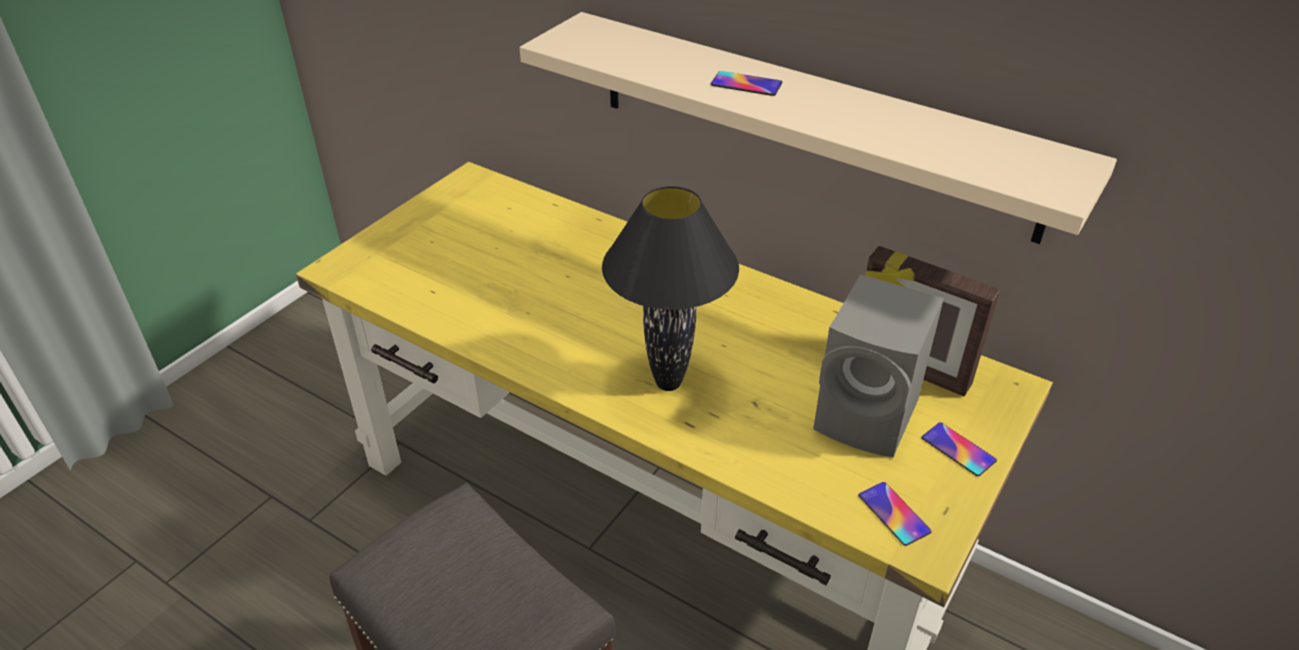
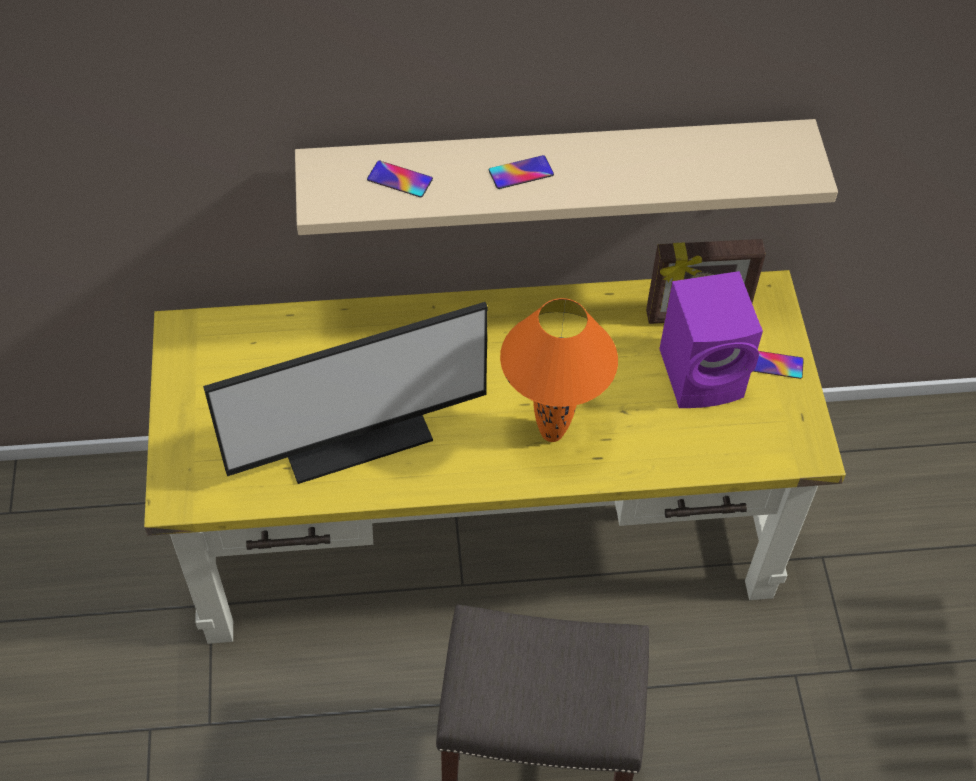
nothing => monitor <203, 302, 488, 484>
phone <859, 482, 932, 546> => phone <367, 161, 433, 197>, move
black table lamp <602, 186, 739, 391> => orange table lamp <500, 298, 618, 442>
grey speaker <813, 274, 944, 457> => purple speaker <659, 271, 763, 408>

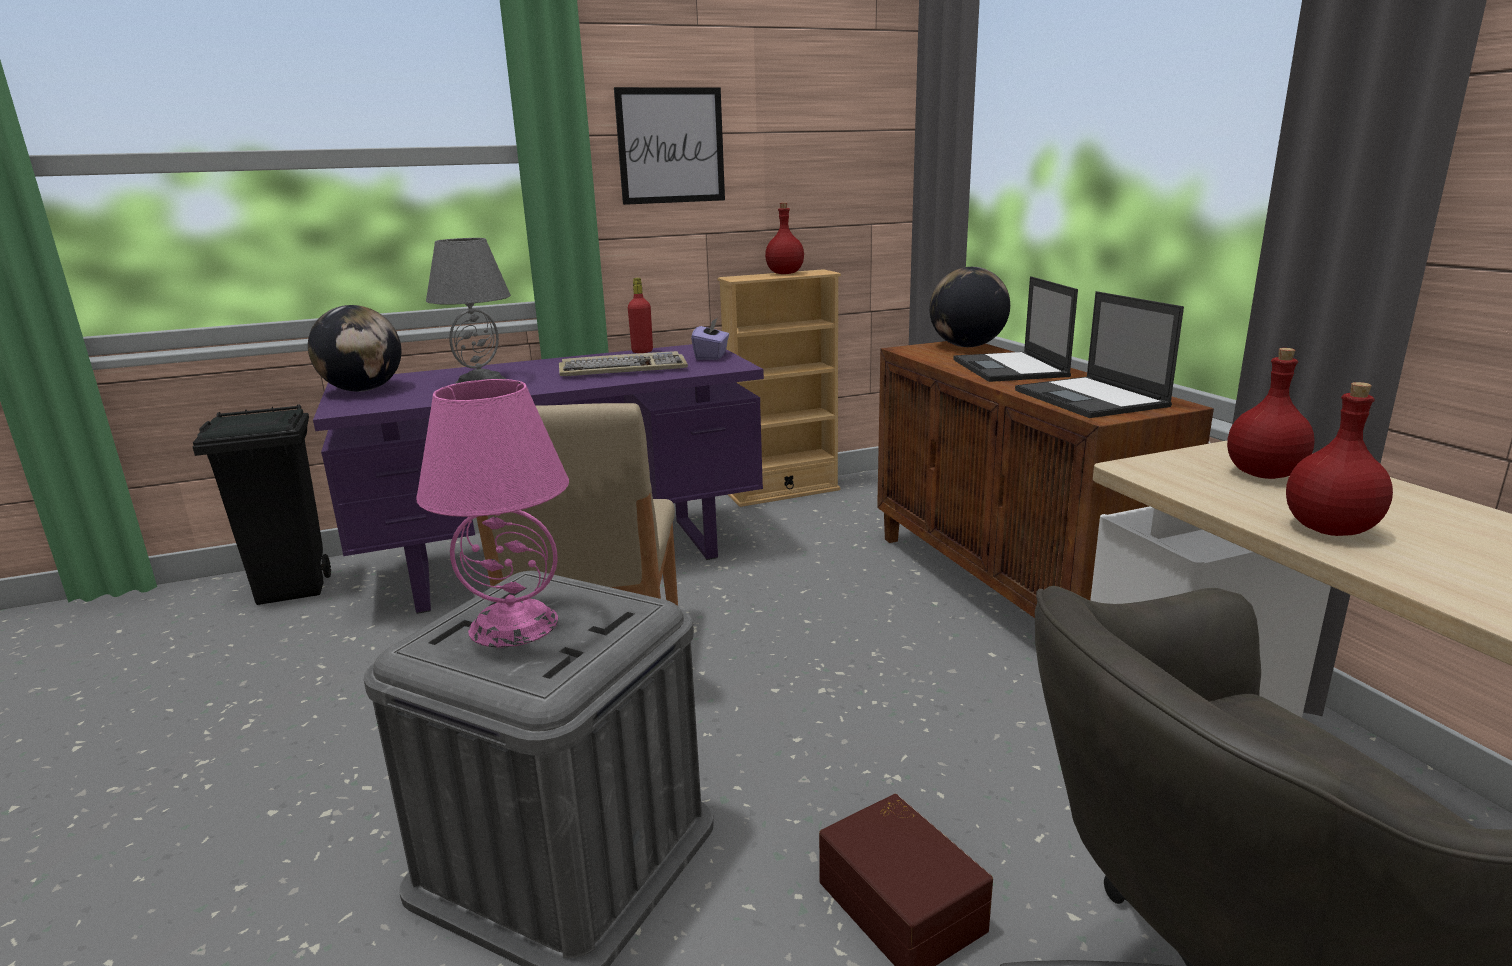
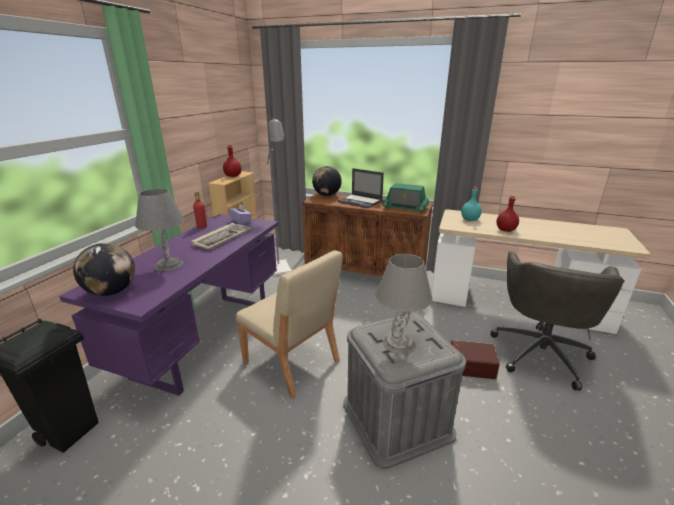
picture <614, 87, 725, 205> => nothing
nothing => grey floor lamp <267, 117, 292, 276>
laptop <1015, 291, 1184, 418> => radio <382, 183, 429, 213>
pink table lamp <416, 379, 569, 647> => grey table lamp <376, 254, 432, 354>
red bottle <1227, 348, 1315, 479> => turquoise bottle <461, 187, 482, 221>

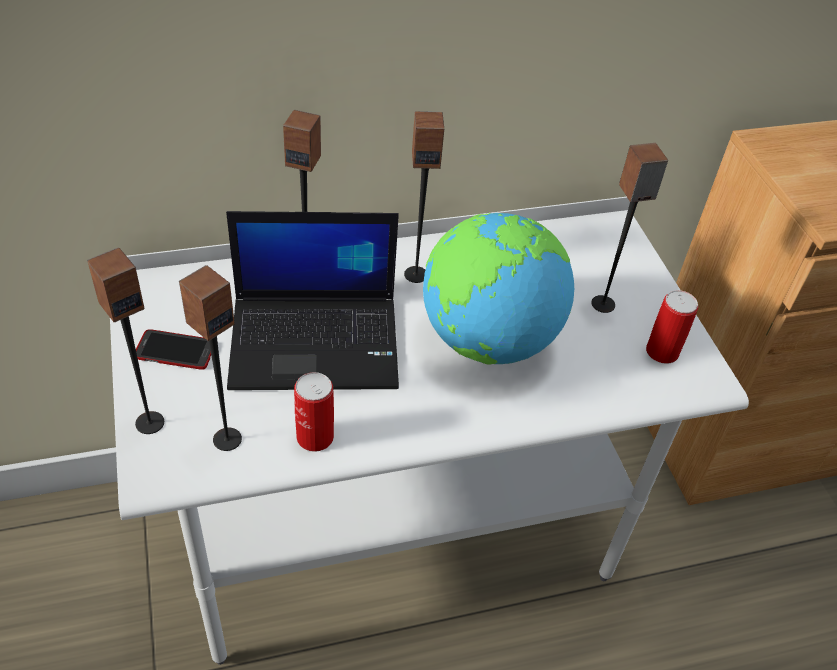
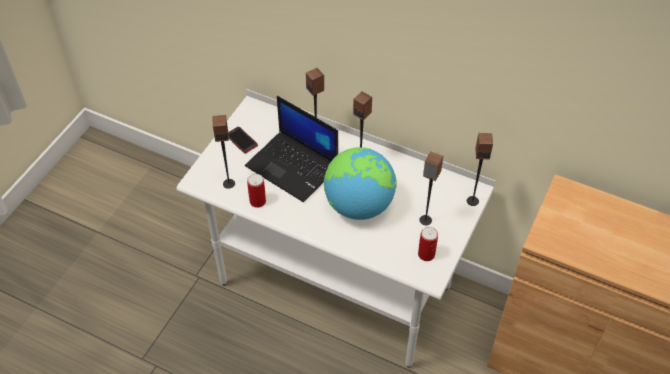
speaker <87, 247, 164, 434> => speaker <467, 133, 493, 206>, move

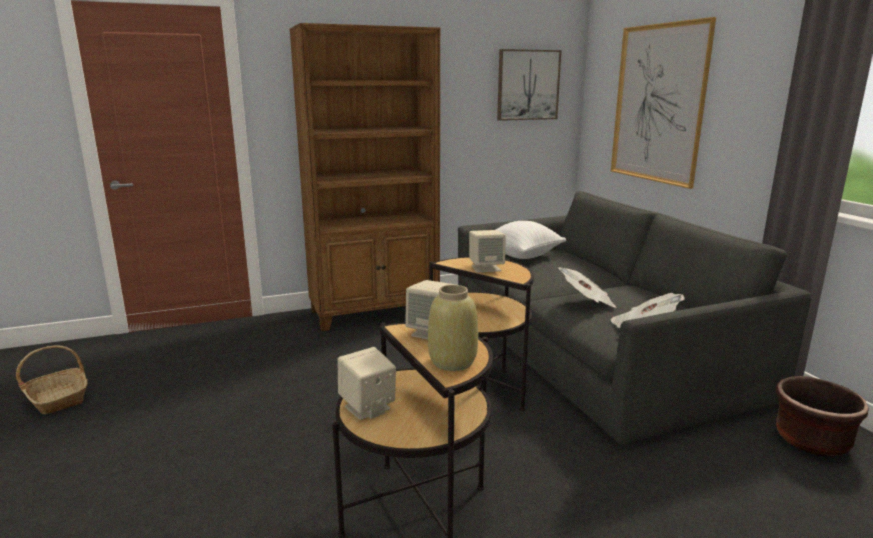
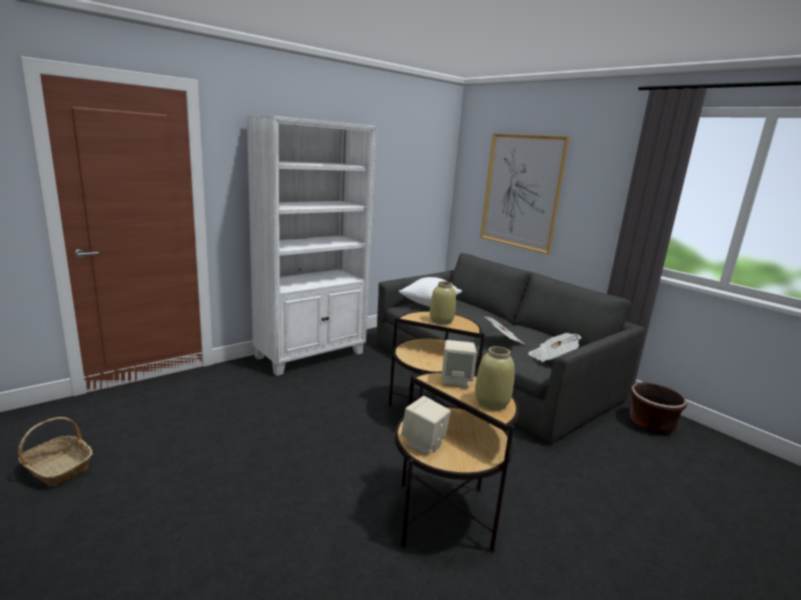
picture <497, 49, 562, 121> => nothing
beige speaker <469, 230, 505, 273> => beige vase <430, 281, 456, 325>
brown bookcase <289, 23, 440, 331> => white bookcase <247, 115, 377, 376>

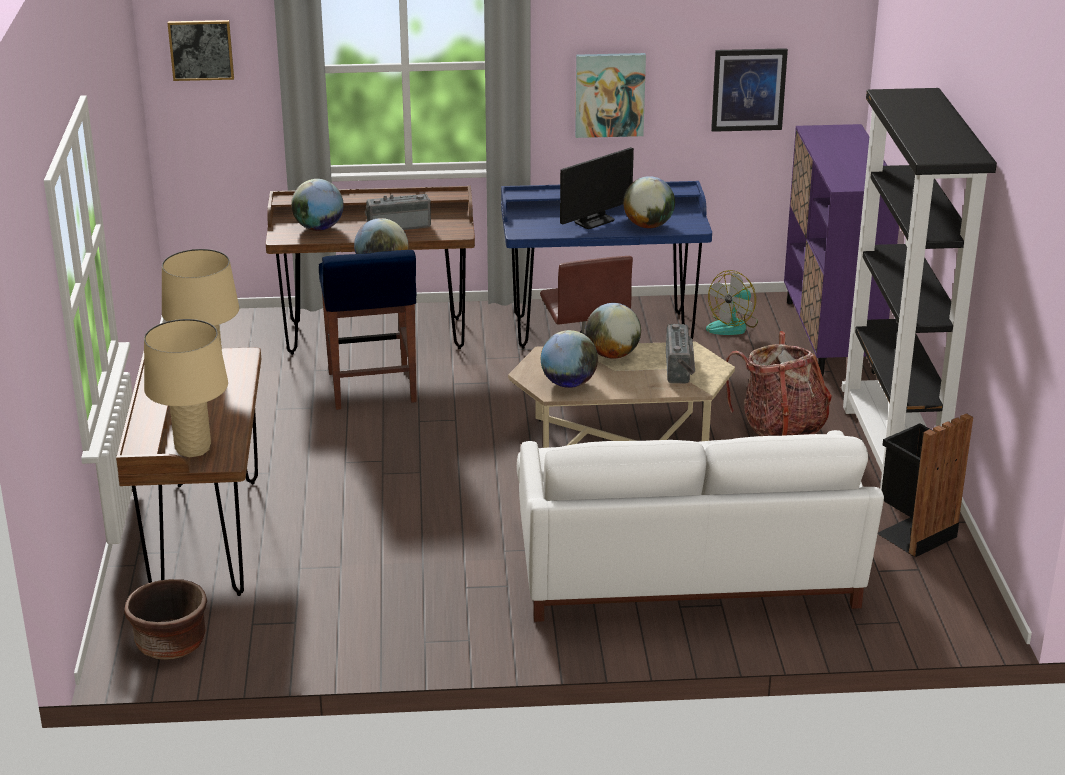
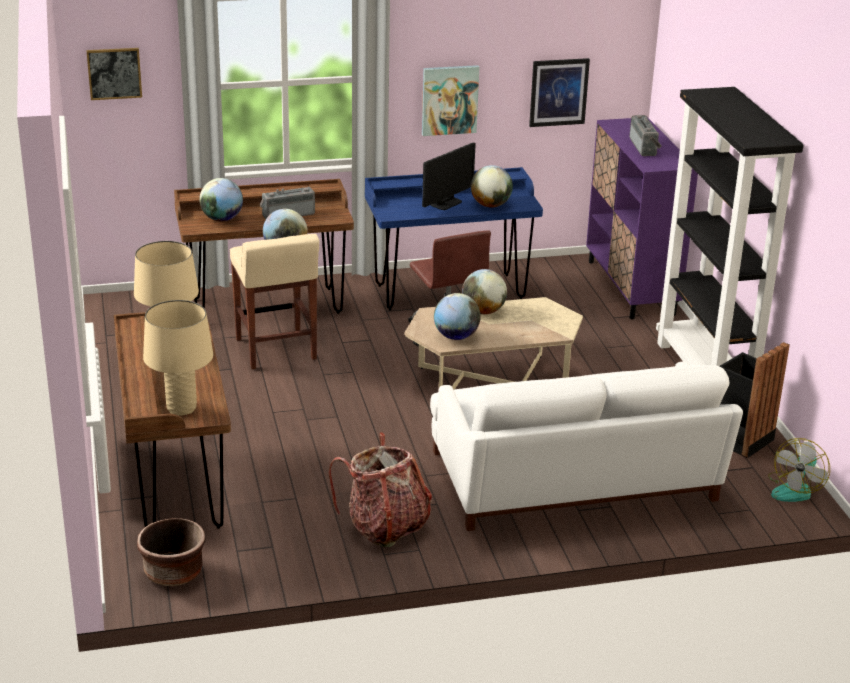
radio <666, 324, 695, 383> => radio <629, 115, 662, 156>, move
fan <706, 270, 758, 335> => fan <768, 438, 830, 502>, move
backpack <726, 331, 832, 436> => backpack <329, 432, 432, 547>, move
blue stool <319, 250, 417, 410> => beige stool <230, 234, 319, 369>

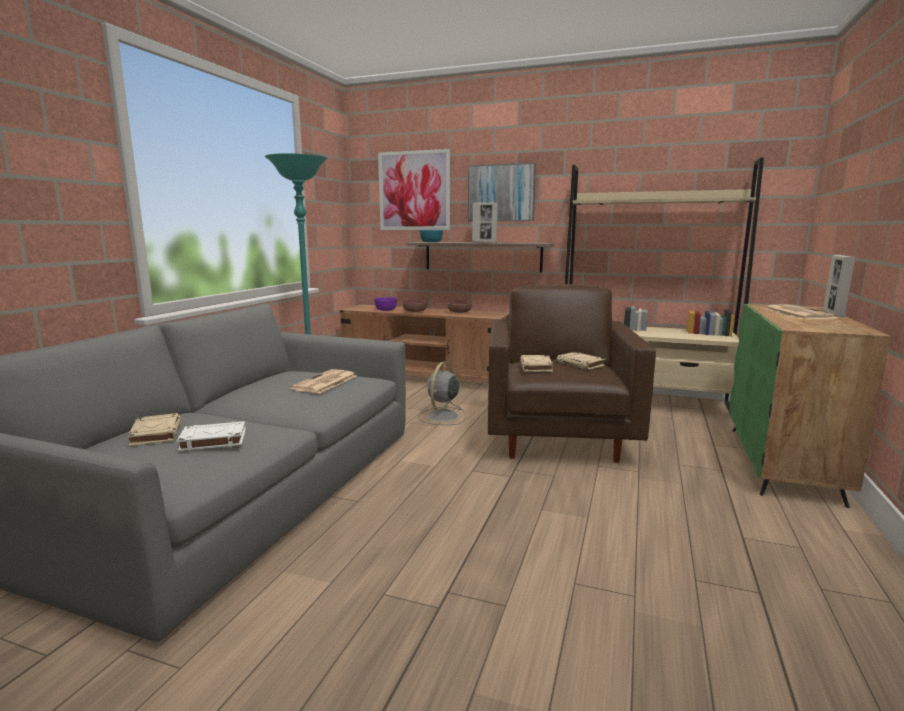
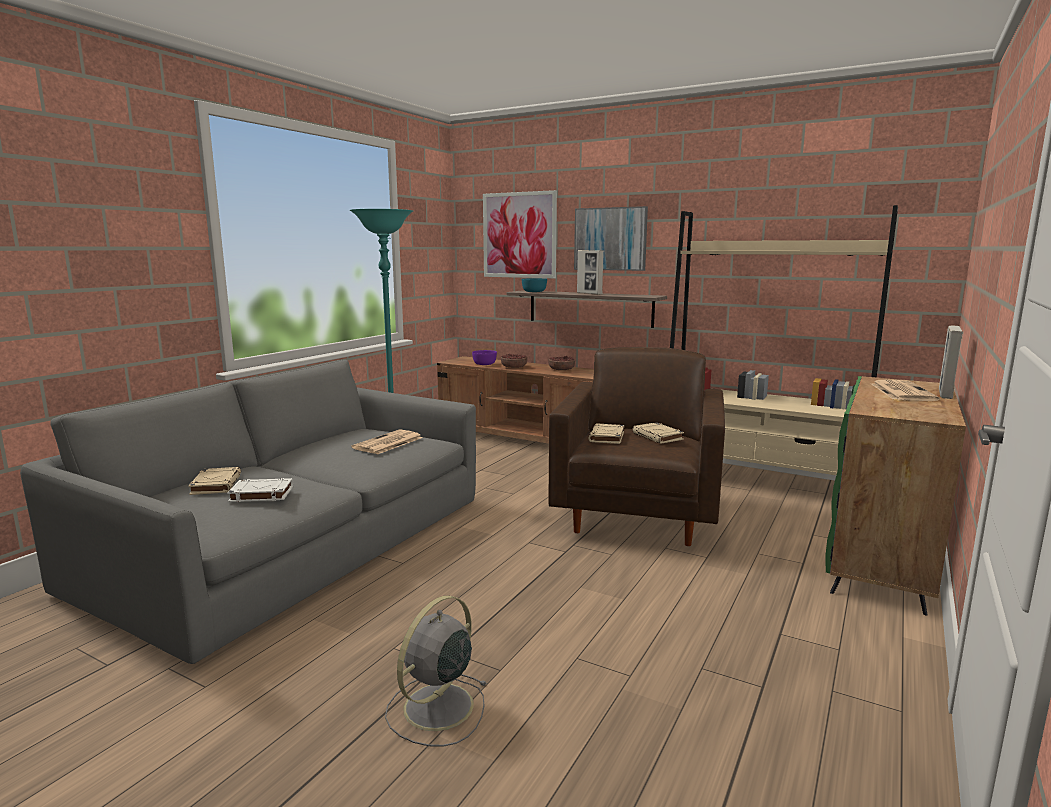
grey fan <418, 362, 466, 425> => grey fan <385, 595, 487, 747>, move

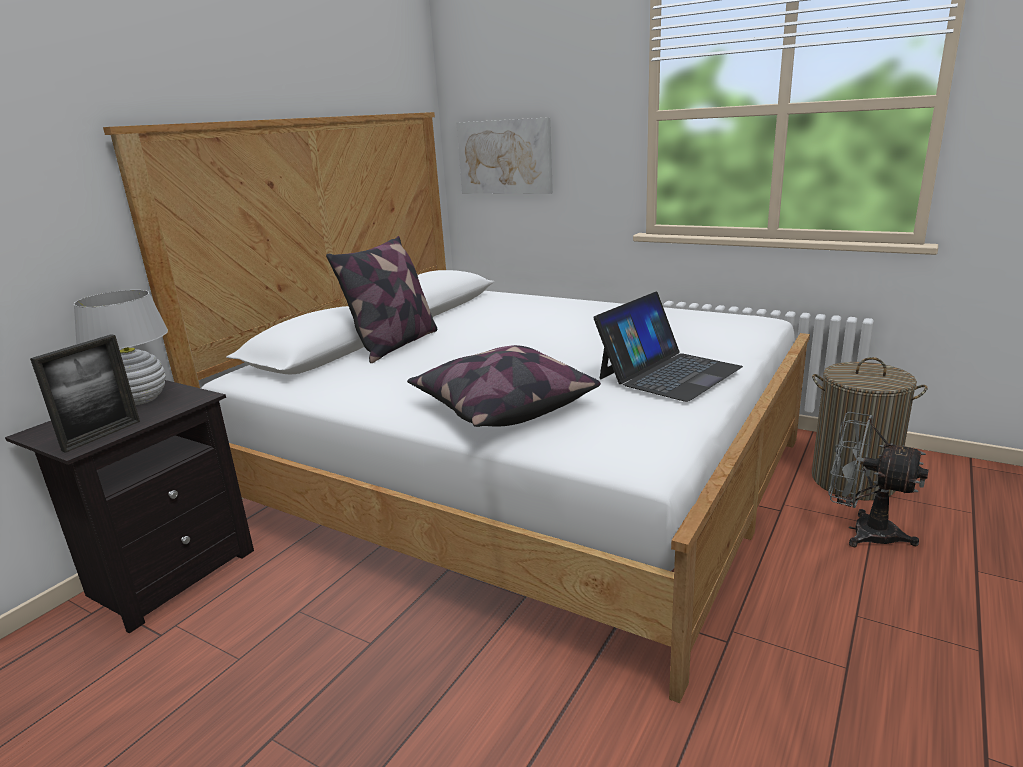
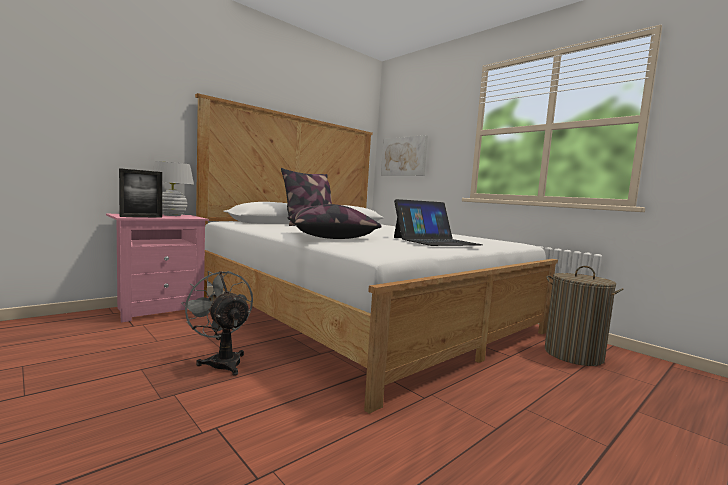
grey fan <828, 412, 929, 547> => grey fan <181, 271, 253, 376>, move
black nightstand <5, 380, 254, 633> => pink nightstand <106, 214, 209, 323>

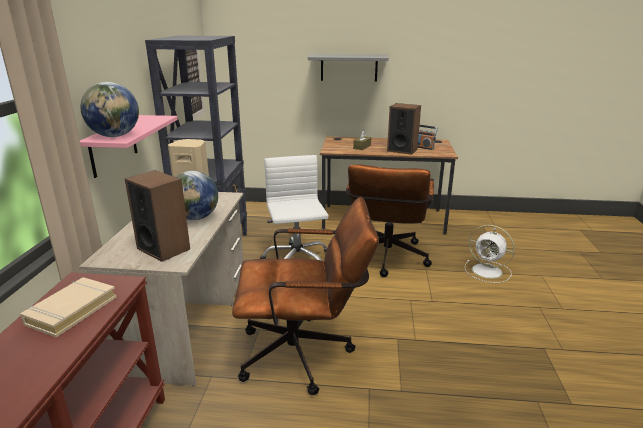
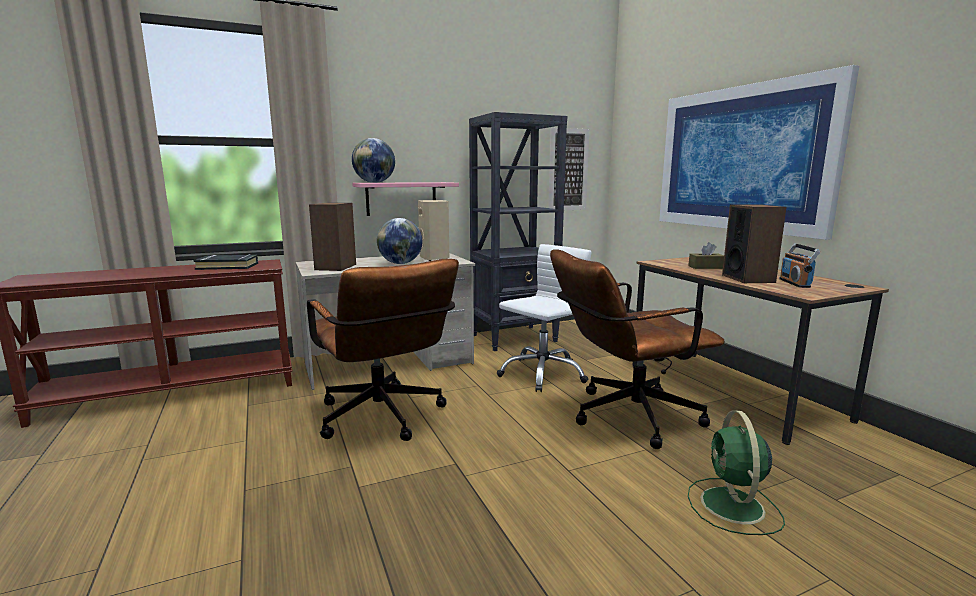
grey shelf <308, 54, 389, 81> => picture <659, 65, 859, 240>
beige book <20, 277, 116, 337> => black book <193, 254, 258, 270>
white fan <465, 225, 515, 283> => green fan <688, 410, 785, 535>

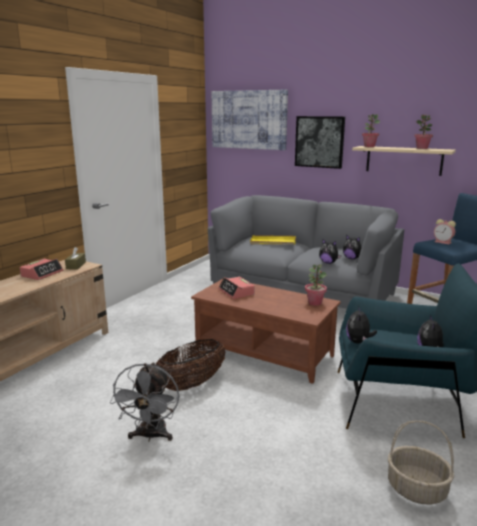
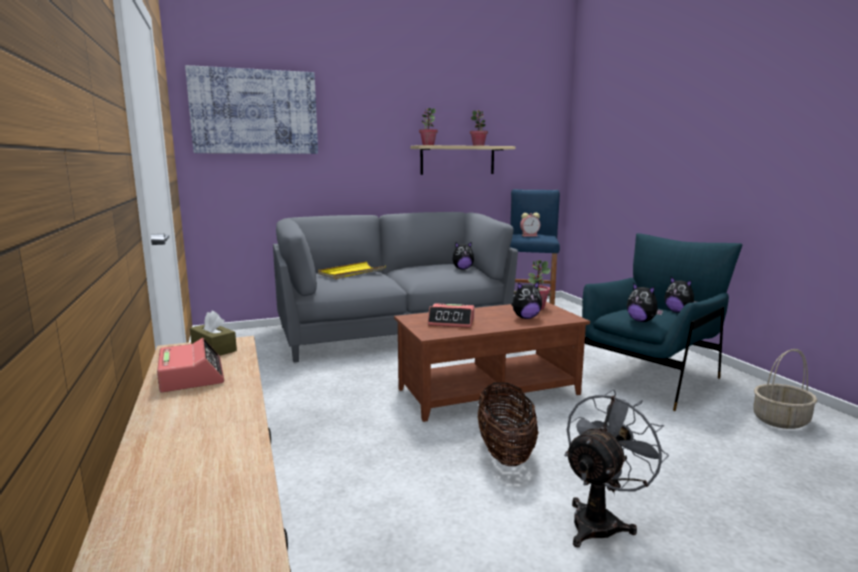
picture <295, 116, 345, 169> => nothing
plush toy <319, 240, 341, 264> => plush toy <511, 281, 542, 319>, move
grey fan <110, 362, 179, 442> => grey fan <564, 389, 669, 548>, 90 degrees counterclockwise

